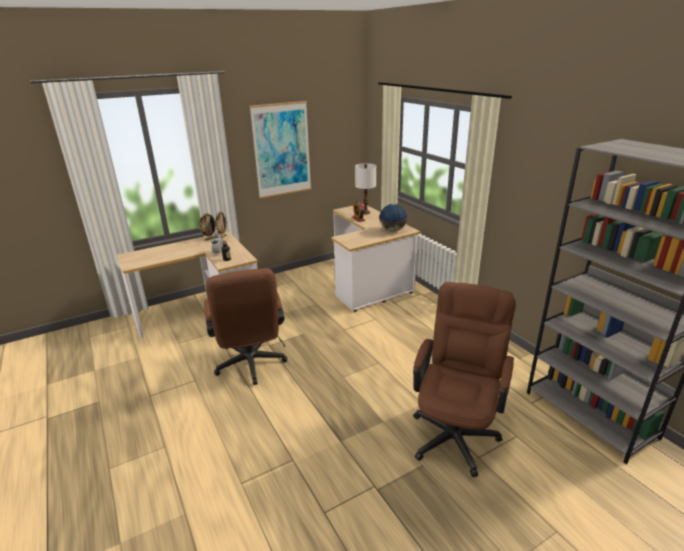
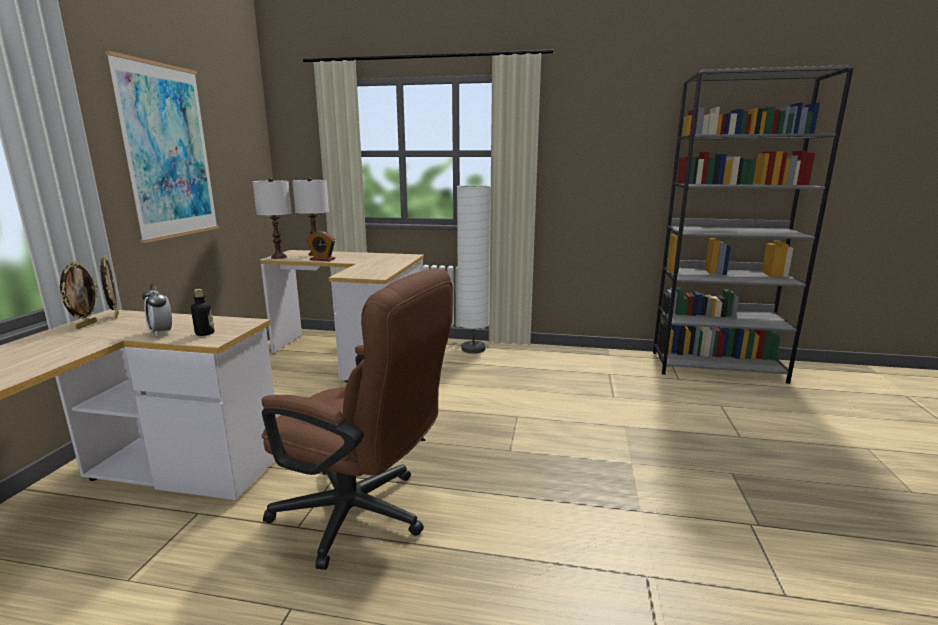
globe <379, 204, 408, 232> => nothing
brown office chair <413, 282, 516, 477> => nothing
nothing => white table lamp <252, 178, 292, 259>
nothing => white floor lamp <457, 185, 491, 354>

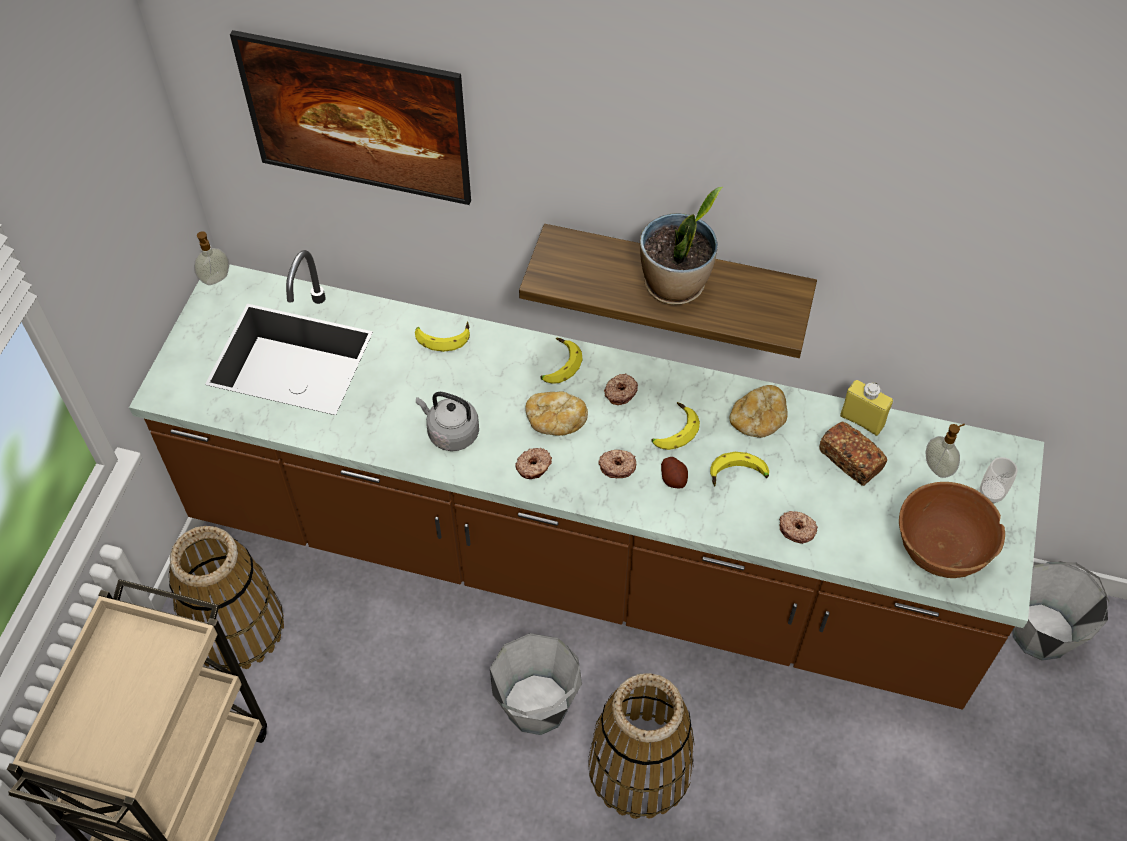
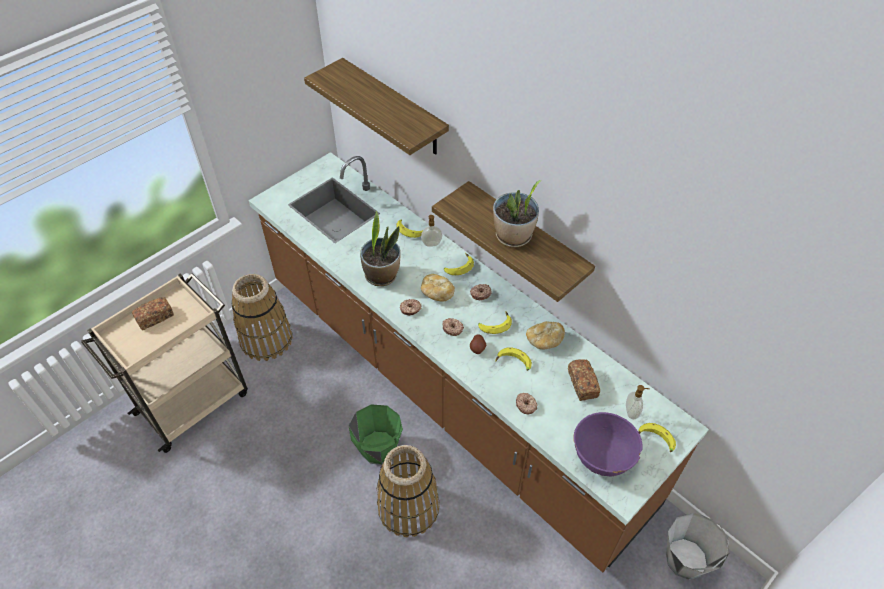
yellow bottle <840, 380, 893, 436> => nothing
nothing => bread <132, 297, 174, 330>
soap dispenser <194, 231, 229, 285> => soap dispenser <421, 215, 442, 247>, move
picture <230, 30, 471, 205> => shelf <304, 58, 449, 155>
grey kettle <416, 392, 479, 451> => potted plant <360, 211, 401, 286>
cup <980, 457, 1017, 503> => banana <638, 423, 676, 452>
grey bucket <490, 633, 582, 735> => green bucket <349, 405, 403, 465>
brown bowl <899, 482, 1005, 578> => purple bowl <573, 412, 643, 476>

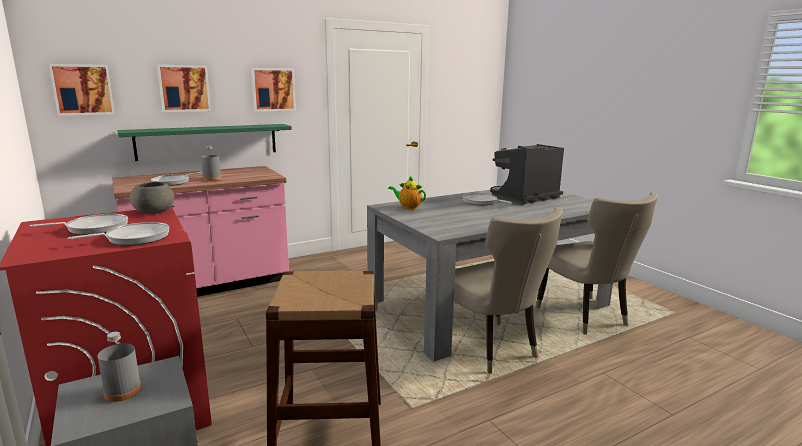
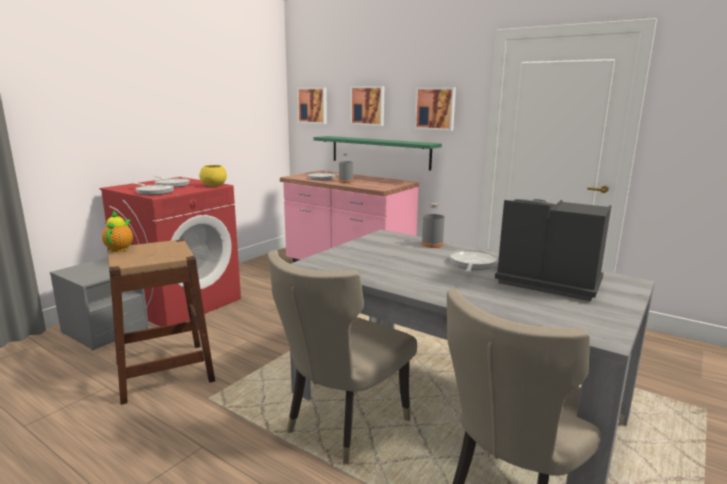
grey bottle <97, 332, 142, 402> => grey bottle <421, 203, 445, 248>, move
teapot <388, 176, 426, 210> => teapot <102, 211, 133, 252>, move
grey bowl <130, 182, 174, 214> => yellow bowl <199, 165, 227, 186>

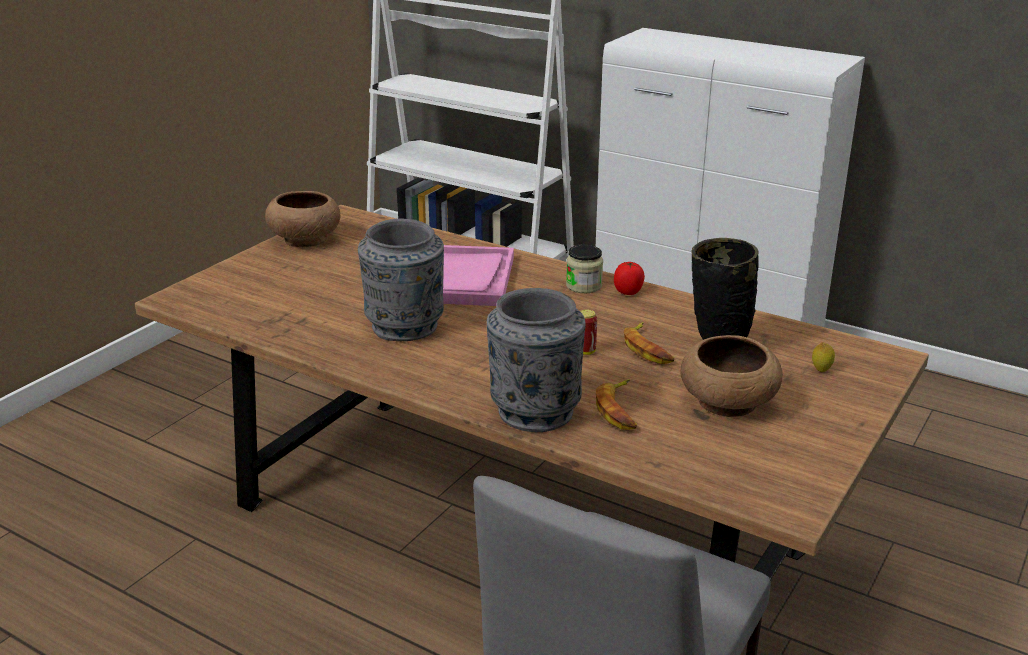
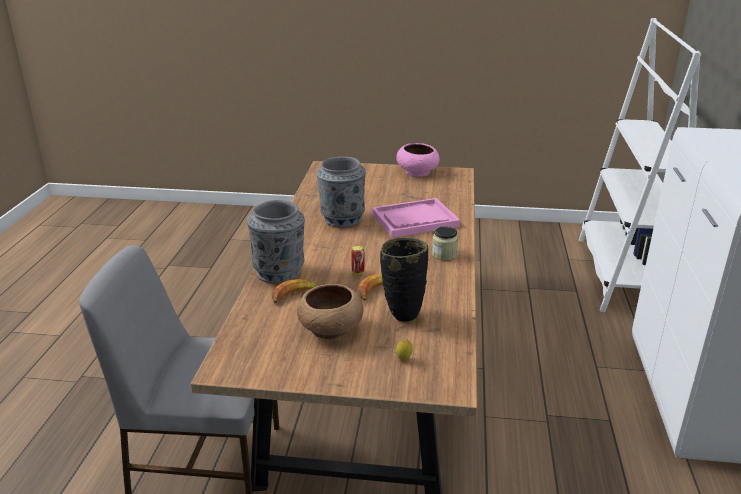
tomato <614, 262, 645, 295> => nothing
brown bowl <265, 191, 340, 247> => pink bowl <396, 143, 440, 177>

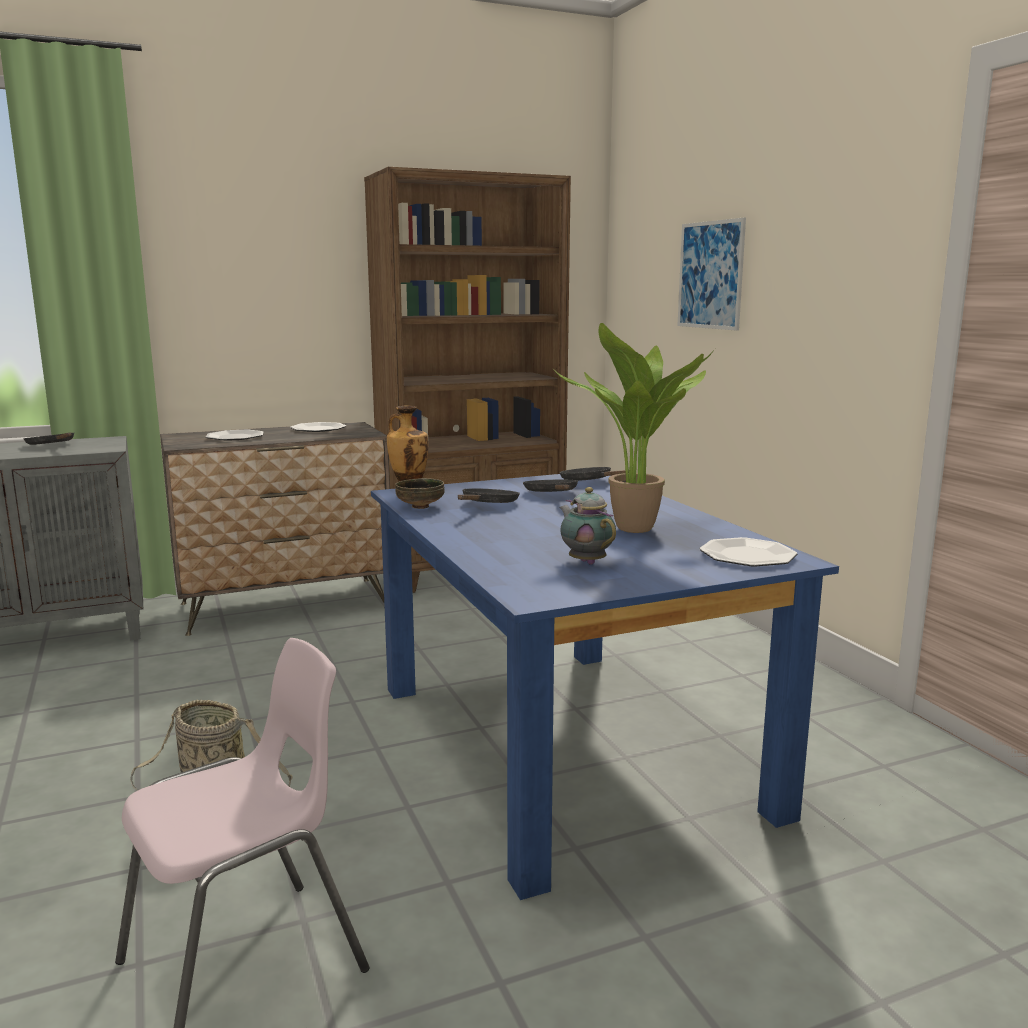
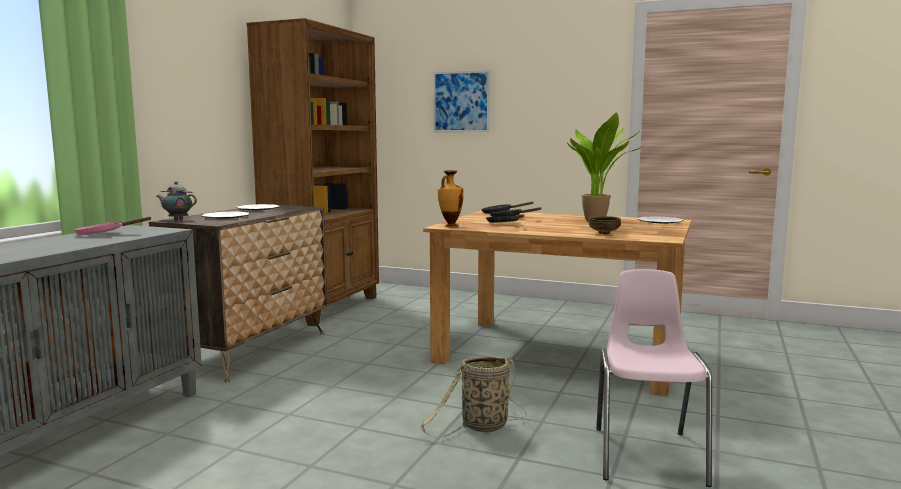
bowl <395, 478, 444, 509> => bowl <589, 216, 621, 234>, move
teapot <560, 487, 616, 565> => teapot <156, 181, 197, 220>, move
black frying pan <23, 432, 74, 445> => pink frying pan <74, 217, 151, 235>
blue dining table <371, 474, 839, 900> => brown dining table <423, 210, 691, 397>

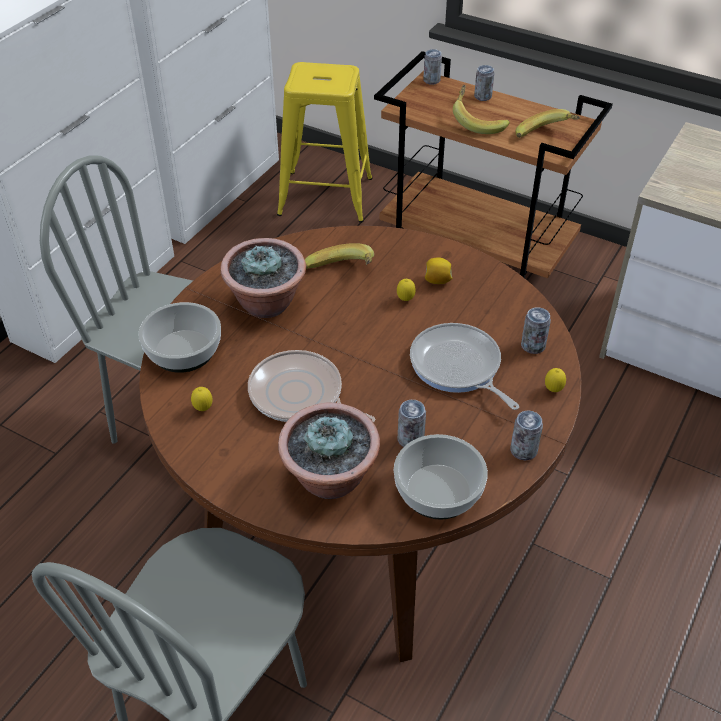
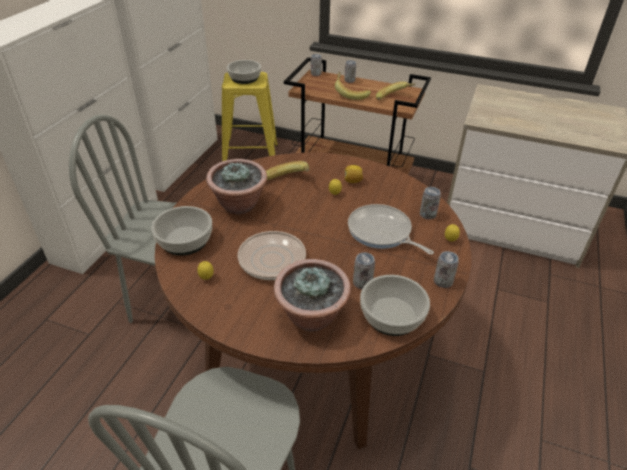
nothing => bowl <227, 60, 261, 84>

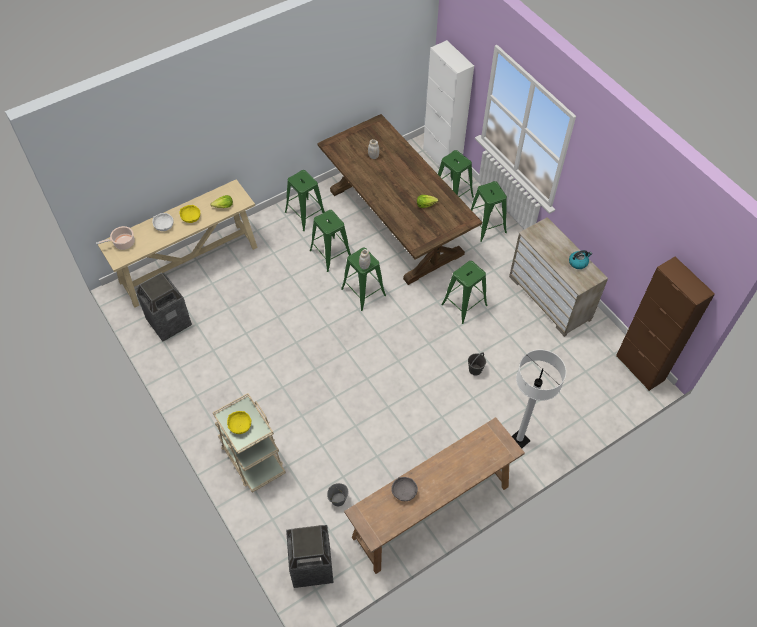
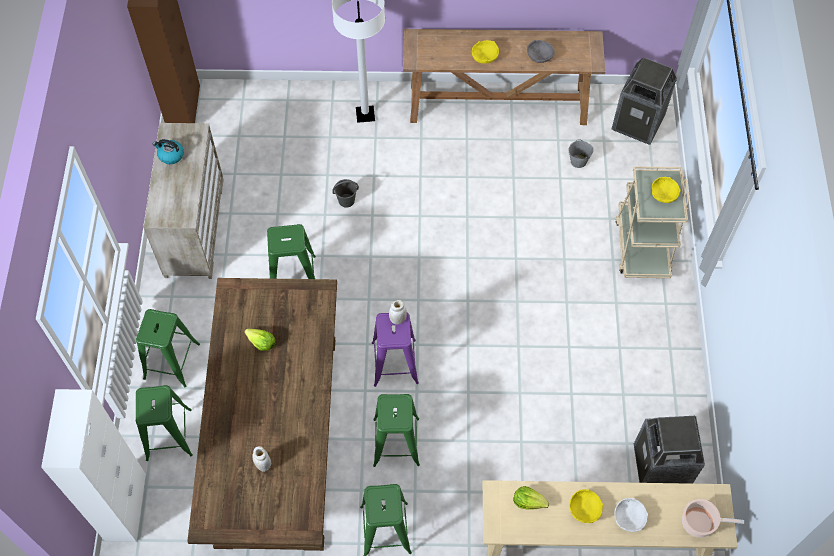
nothing => yellow bowl <472, 40, 499, 64>
green stool <341, 248, 386, 311> => purple stool <372, 313, 419, 387>

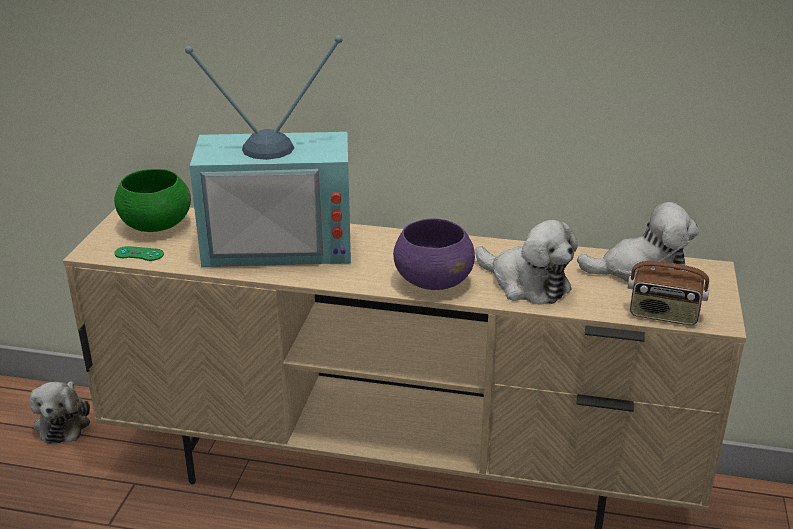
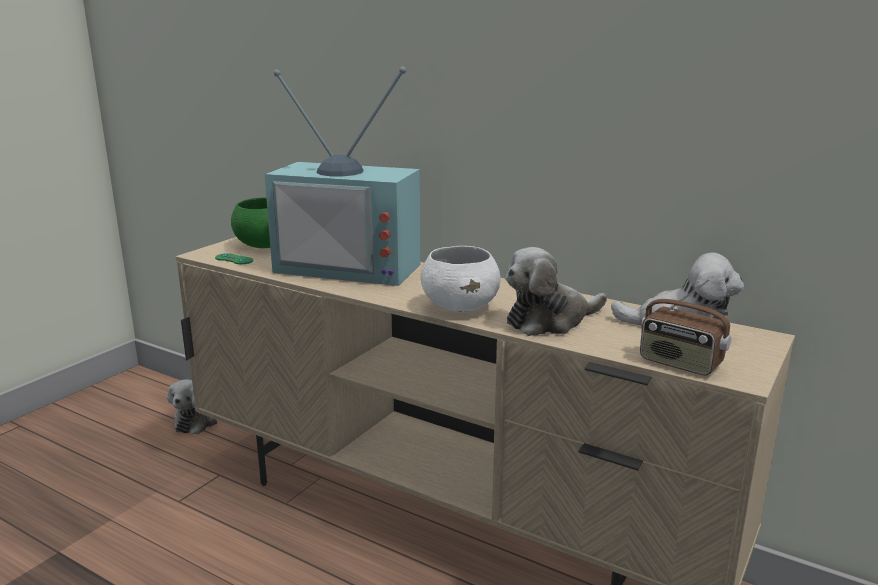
purple bowl <393, 218, 475, 290> => white bowl <420, 246, 501, 312>
plush toy <475, 220, 578, 305> => plush toy <505, 247, 607, 336>, 90 degrees clockwise

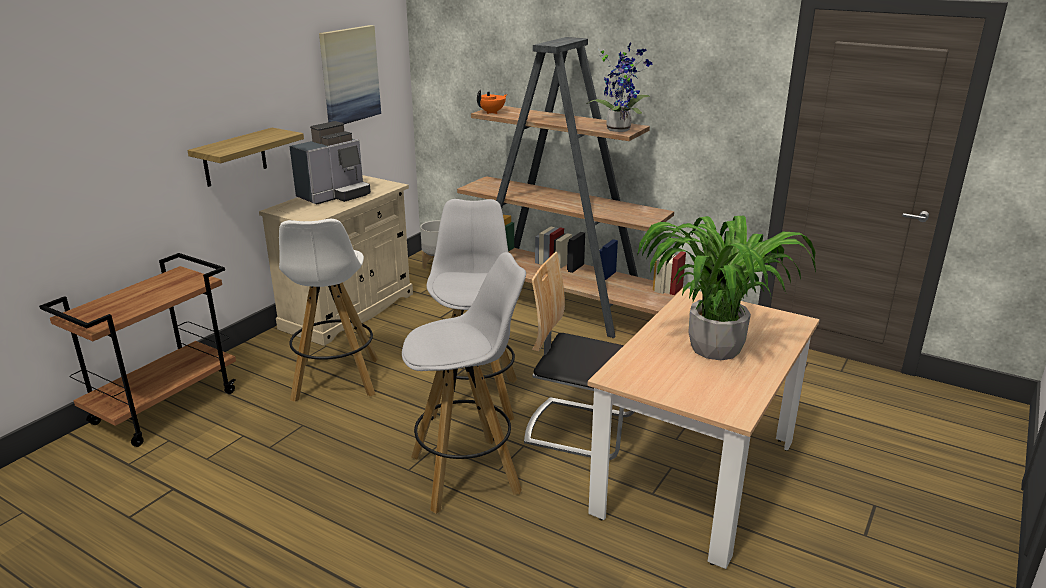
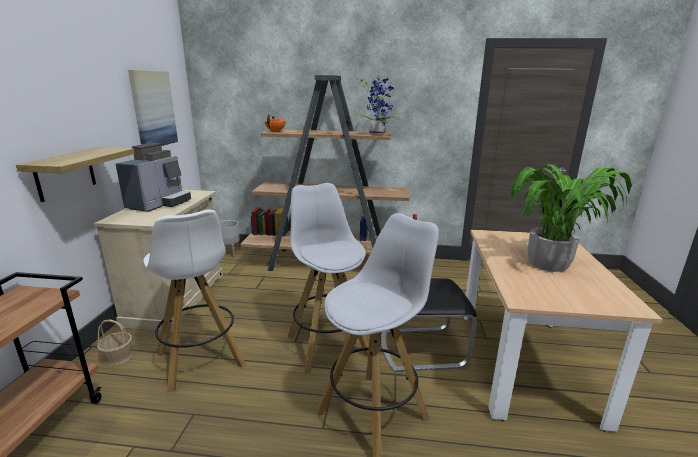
nothing => basket <97, 319, 132, 366>

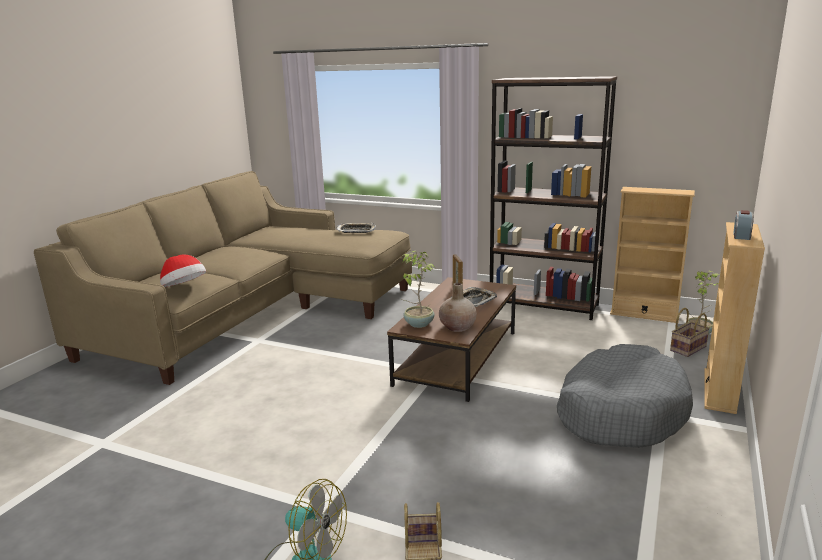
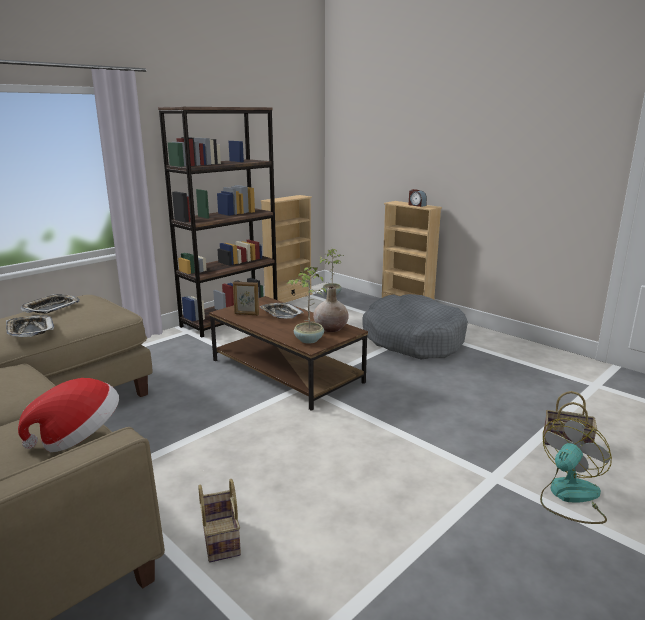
nothing => tray <6, 315, 54, 337>
basket <670, 308, 710, 357> => basket <198, 479, 241, 563>, move

